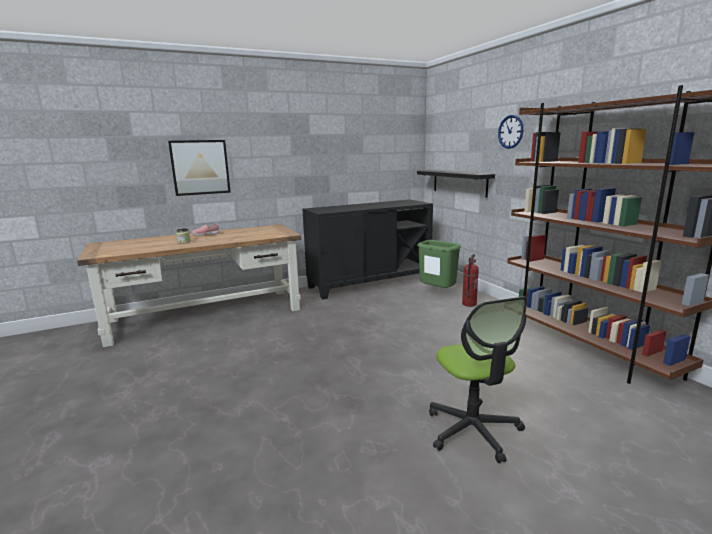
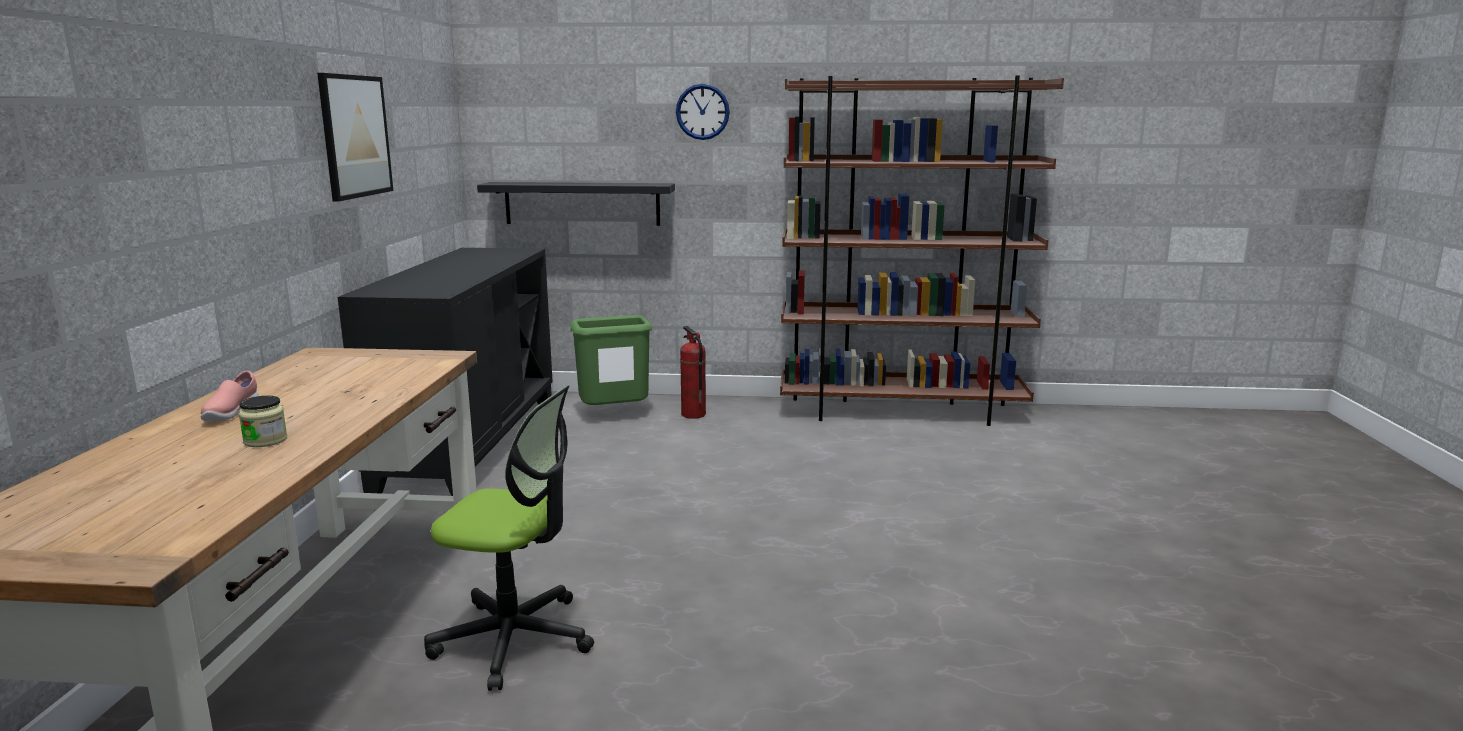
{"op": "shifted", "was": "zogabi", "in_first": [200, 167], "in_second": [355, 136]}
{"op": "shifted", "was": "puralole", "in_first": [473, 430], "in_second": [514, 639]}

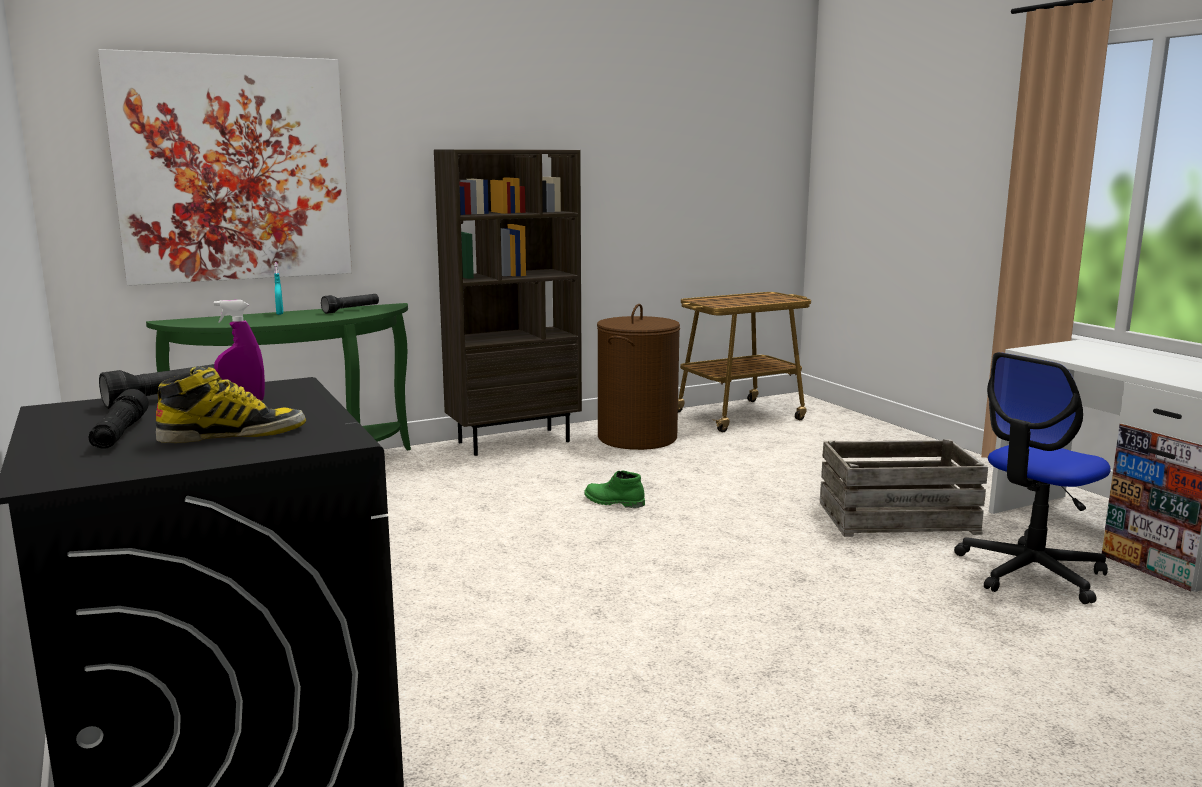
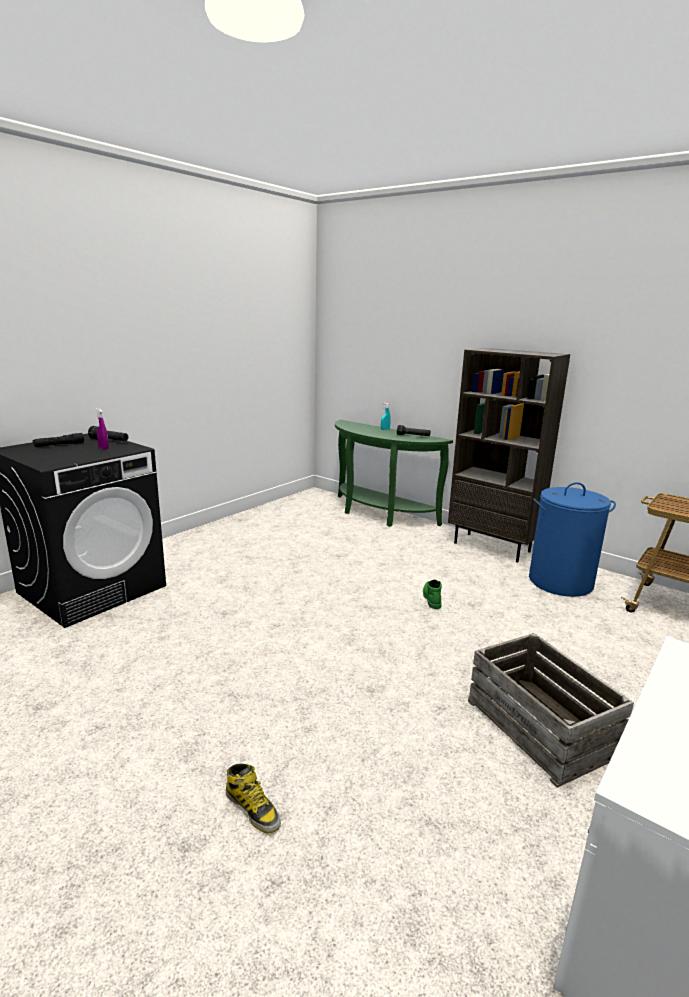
{"op": "gone", "was": "zogabi", "in_first": [233, 169]}
{"op": "gone", "was": "puralole", "in_first": [1030, 573]}
{"op": "shifted", "was": "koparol", "in_first": [233, 434], "in_second": [253, 808]}
{"op": "repainted", "was": "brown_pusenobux", "now": "blue_pusenobux", "in_first": [637, 438], "in_second": [560, 582]}

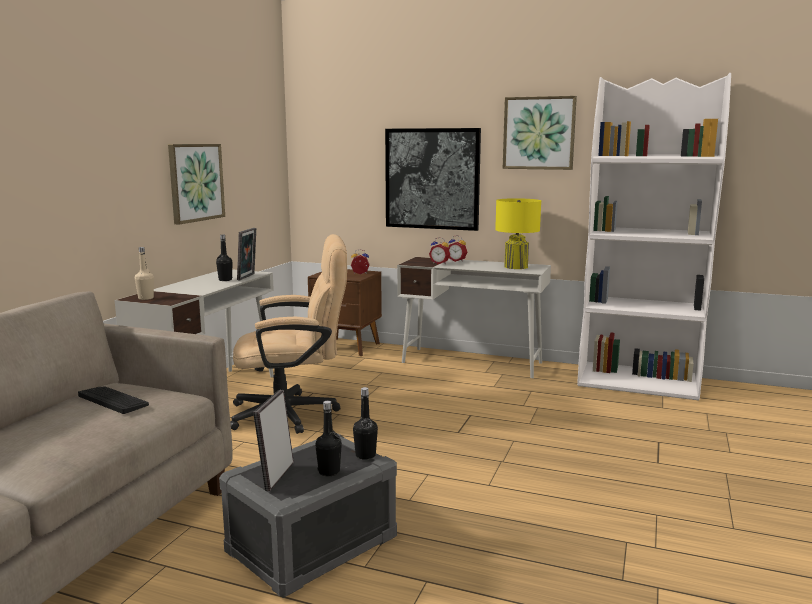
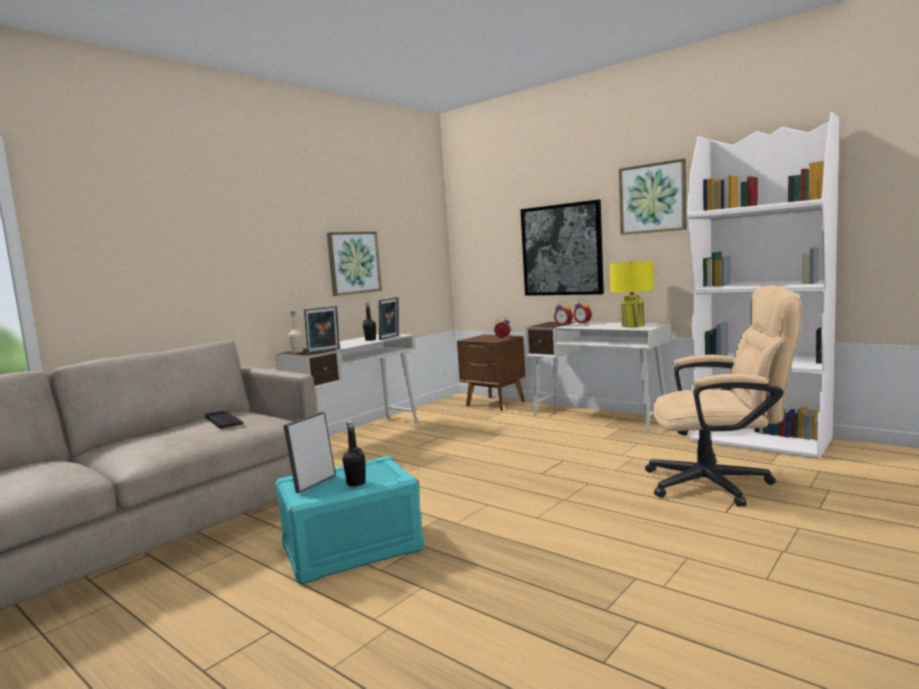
{"op": "gone", "was": "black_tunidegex", "in_first": [365, 455]}
{"op": "new", "now": "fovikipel", "in_second": [324, 351]}
{"op": "shifted", "was": "beige_puralole", "in_first": [294, 413], "in_second": [720, 484]}
{"op": "repainted", "was": "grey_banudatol", "now": "turquoise_banudatol", "in_first": [312, 545], "in_second": [352, 549]}

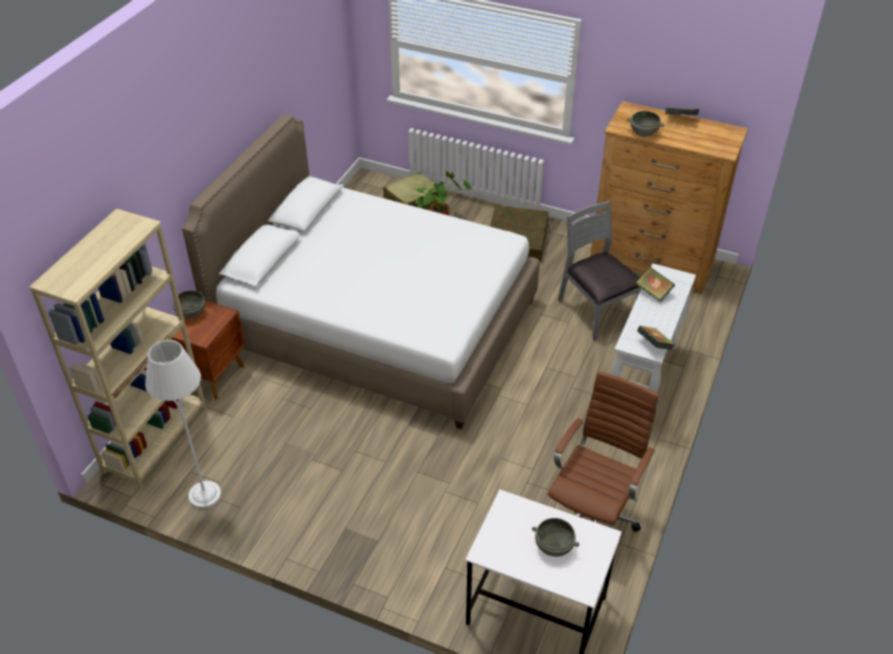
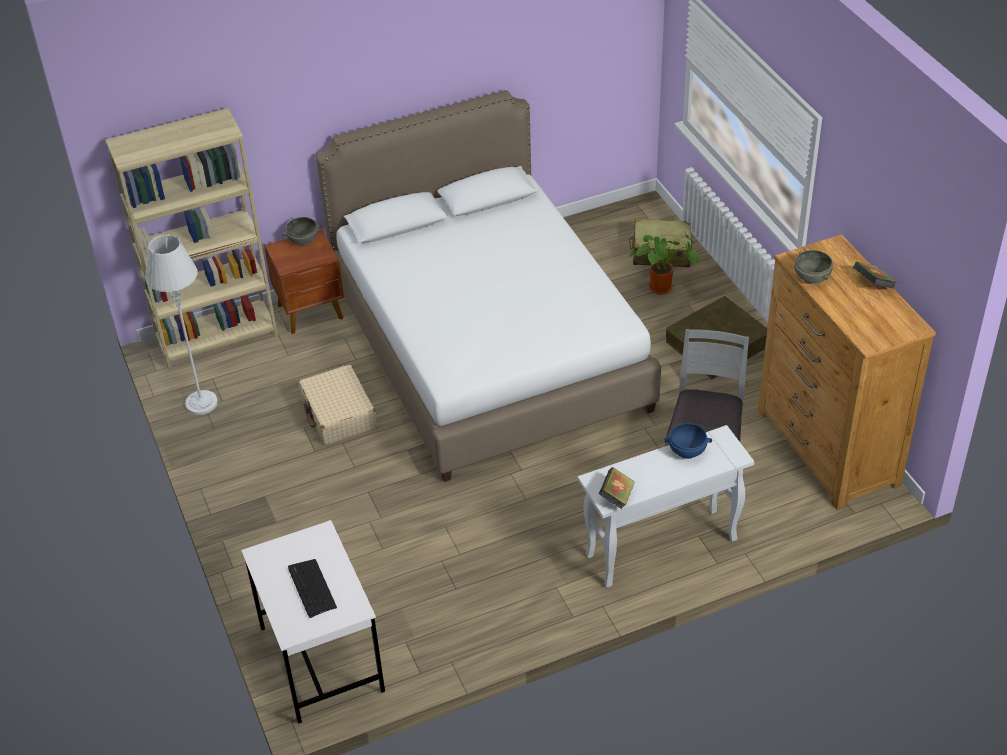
{"op": "gone", "was": "brown_puralole", "in_first": [592, 518]}
{"op": "new", "now": "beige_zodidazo", "in_second": [339, 414]}
{"op": "swapped", "was": "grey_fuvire", "now": "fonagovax", "in_first": [553, 546], "in_second": [311, 588]}
{"op": "swapped", "was": "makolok", "now": "blue_fuvire", "in_first": [653, 292], "in_second": [687, 451]}

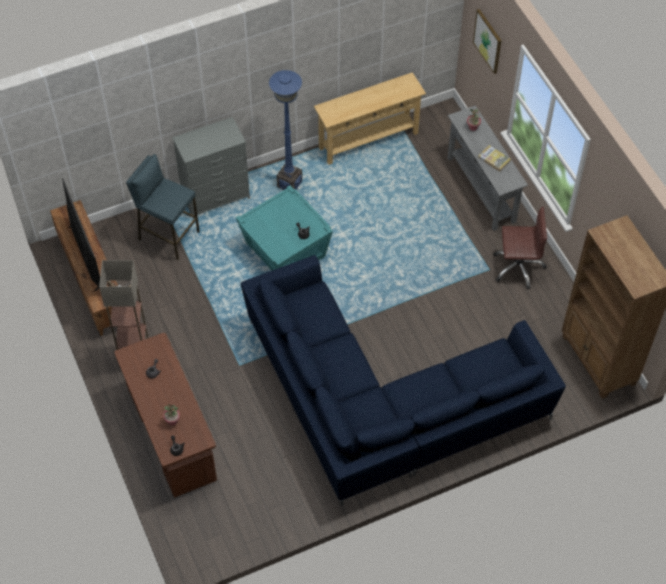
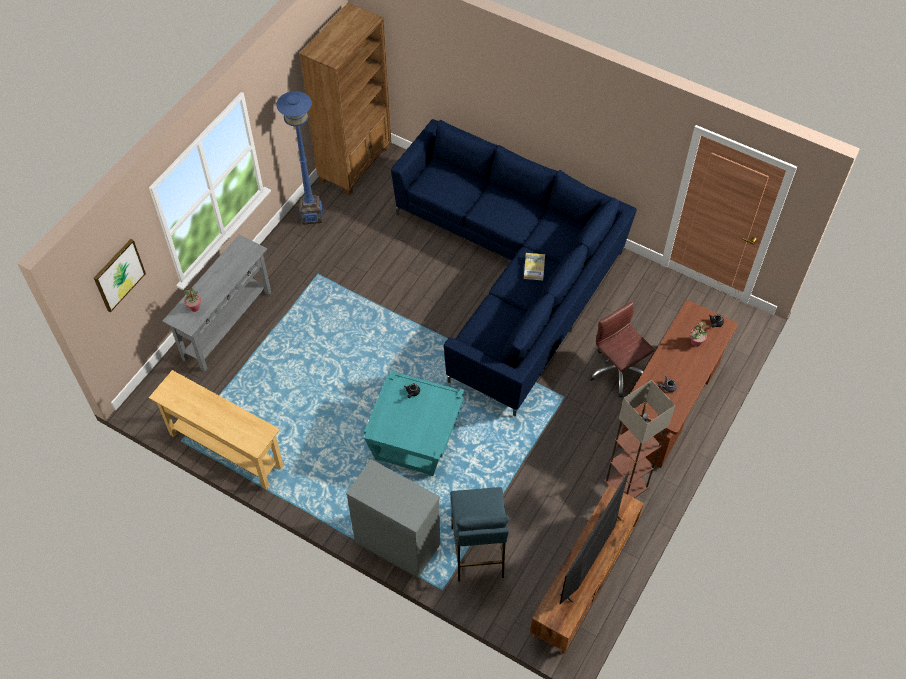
{"op": "shifted", "was": "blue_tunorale", "in_first": [289, 184], "in_second": [311, 216]}
{"op": "shifted", "was": "makolok", "in_first": [494, 159], "in_second": [534, 267]}
{"op": "shifted", "was": "brown_puralole", "in_first": [518, 267], "in_second": [617, 371]}

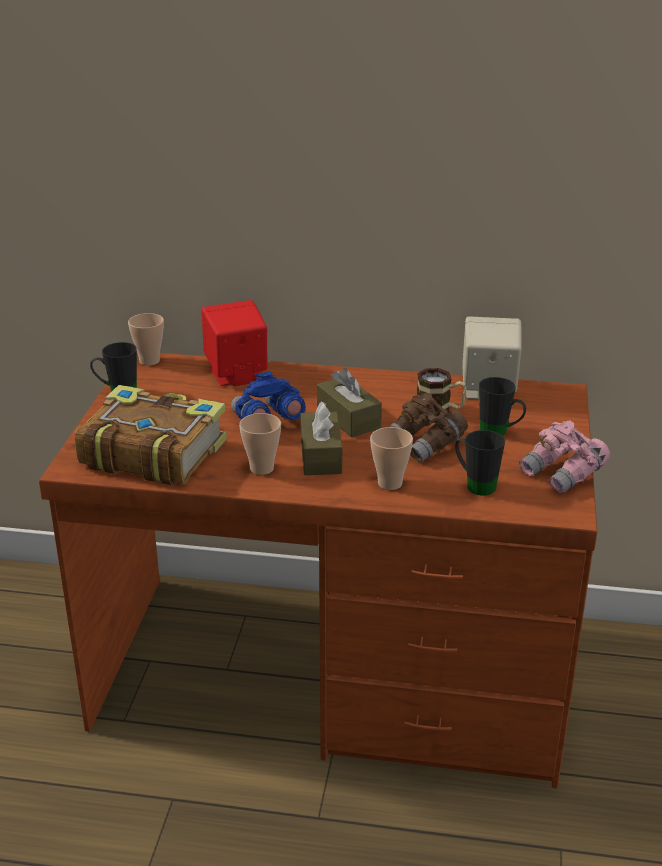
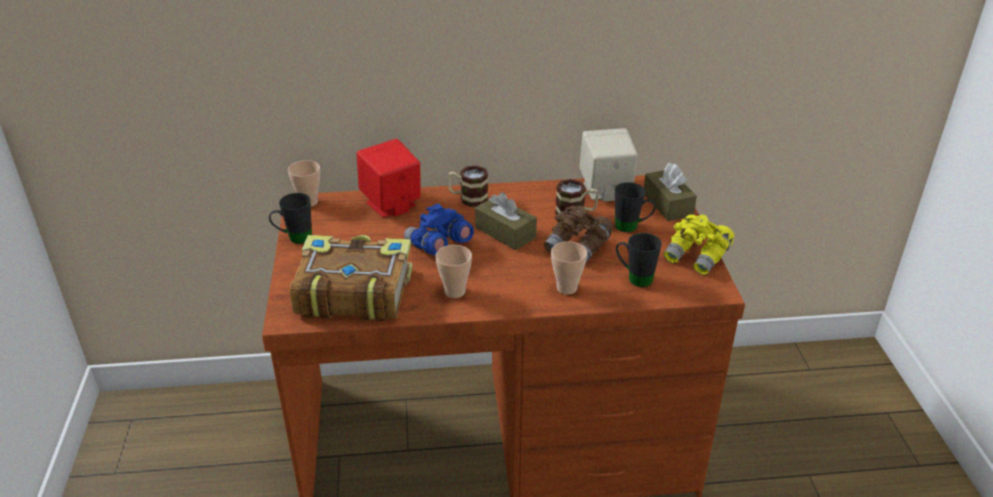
{"op": "new", "now": "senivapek", "in_second": [468, 198]}
{"op": "shifted", "was": "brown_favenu", "in_first": [321, 456], "in_second": [667, 204]}
{"op": "repainted", "was": "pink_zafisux", "now": "yellow_zafisux", "in_first": [563, 474], "in_second": [697, 257]}

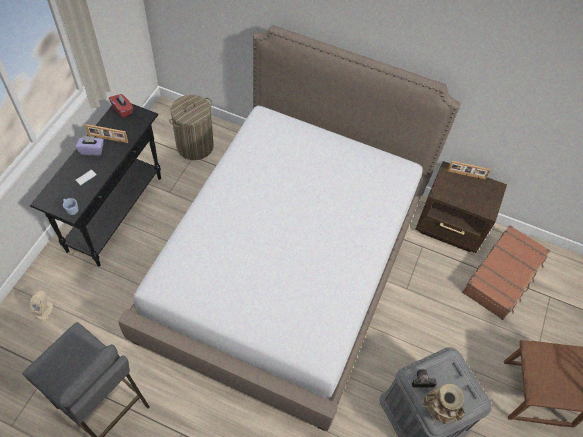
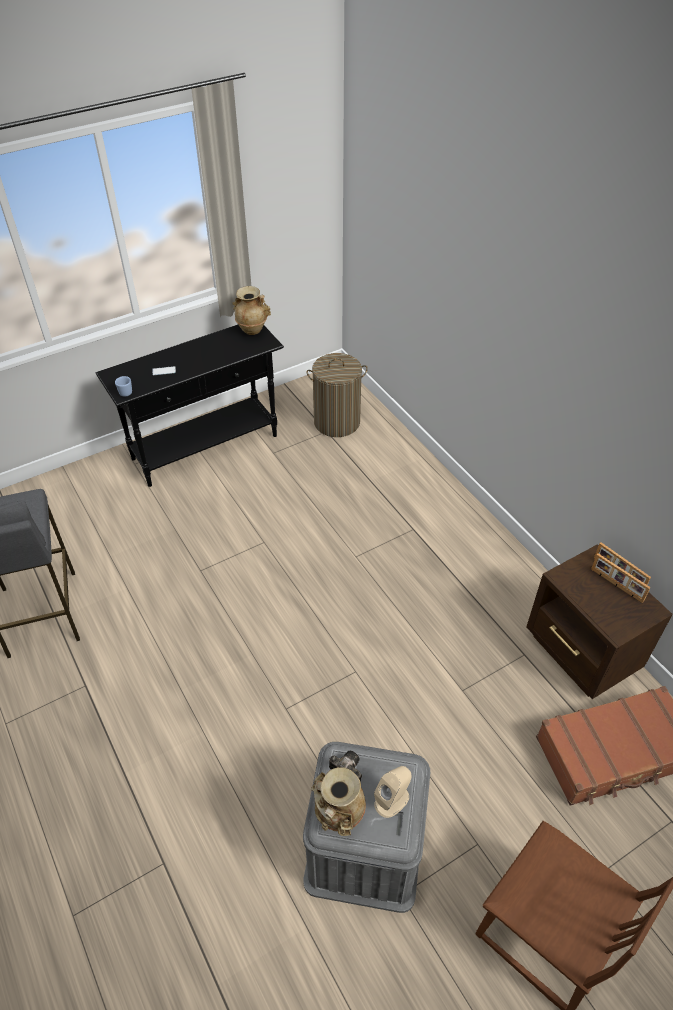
{"op": "gone", "was": "purple_favenu", "in_first": [92, 150]}
{"op": "gone", "was": "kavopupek", "in_first": [287, 264]}
{"op": "shifted", "was": "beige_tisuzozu", "in_first": [44, 310], "in_second": [392, 800]}
{"op": "shifted", "was": "fovikipel", "in_first": [108, 139], "in_second": [616, 585]}
{"op": "swapped", "was": "red_favenu", "now": "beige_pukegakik", "in_first": [123, 110], "in_second": [252, 329]}

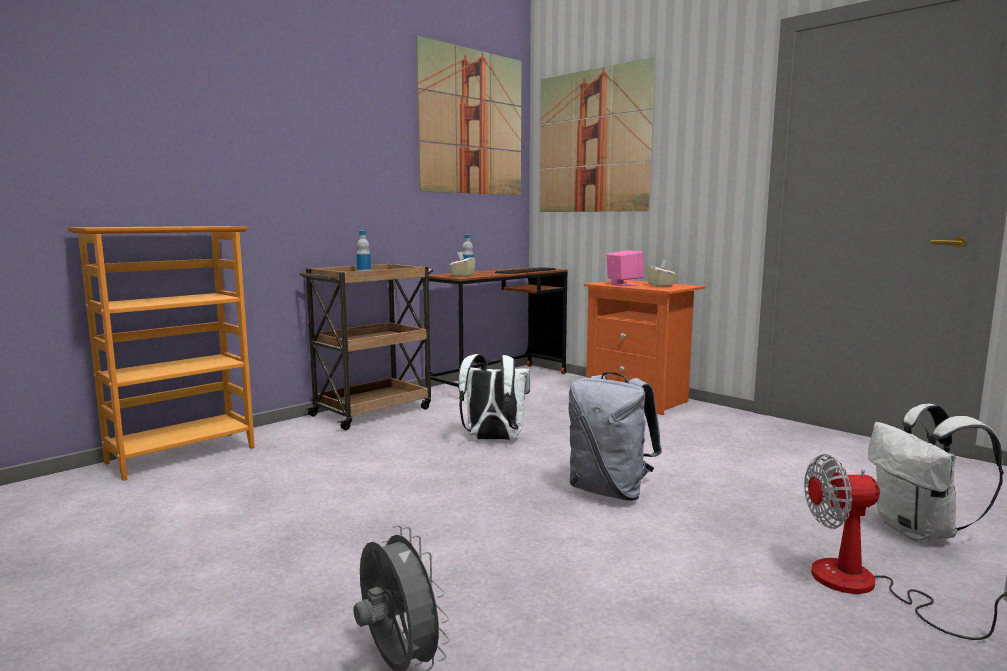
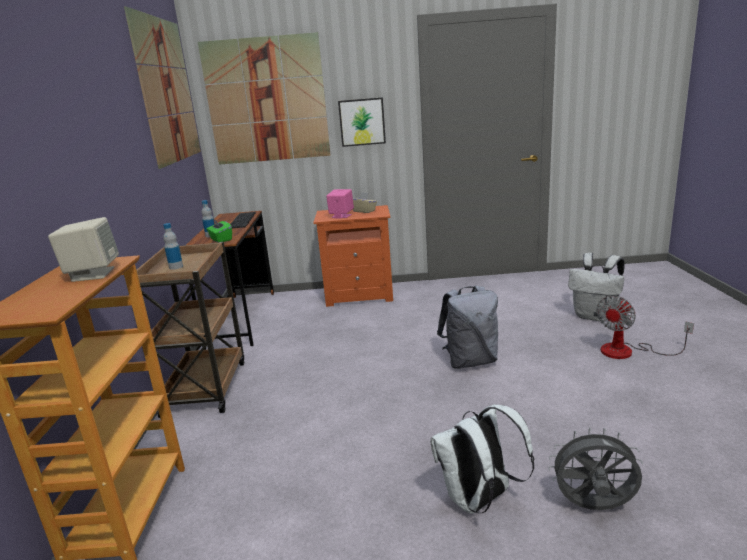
{"op": "new", "now": "beige_tisuzozu", "in_second": [92, 274]}
{"op": "new", "now": "zogabi", "in_second": [362, 122]}
{"op": "shifted", "was": "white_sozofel", "in_first": [492, 440], "in_second": [479, 501]}
{"op": "repainted", "was": "beige_favenu", "now": "green_favenu", "in_first": [462, 275], "in_second": [221, 239]}

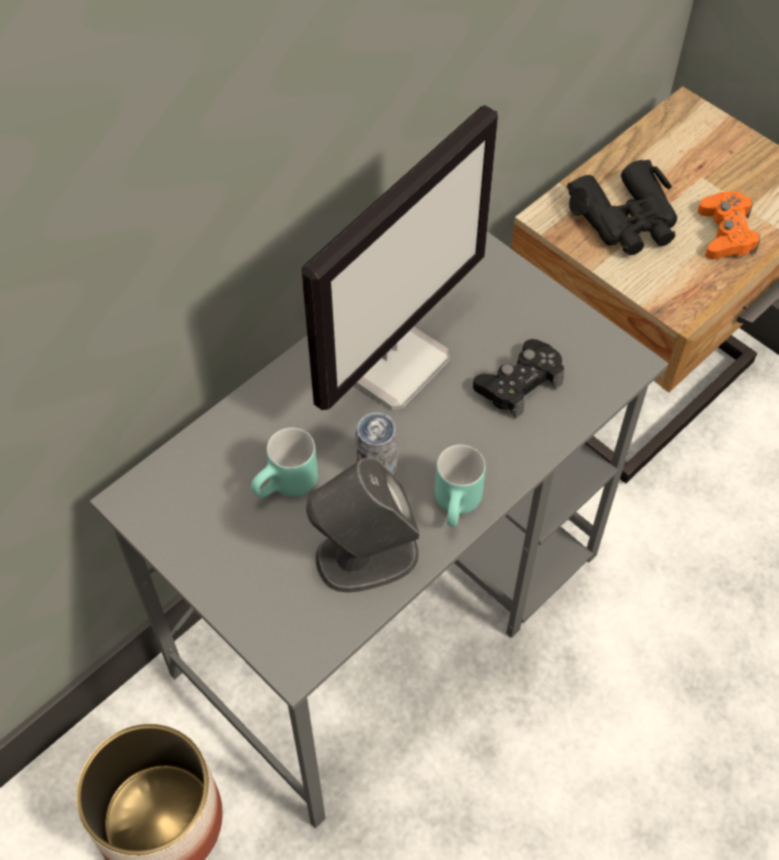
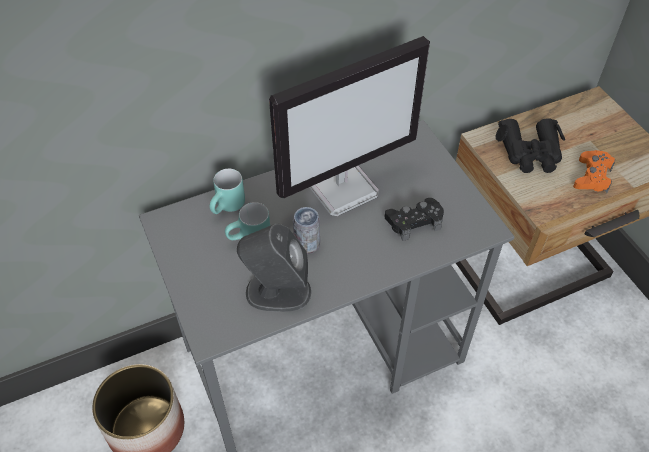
{"op": "shifted", "was": "turquoise_senivapek", "in_first": [459, 506], "in_second": [229, 208]}

